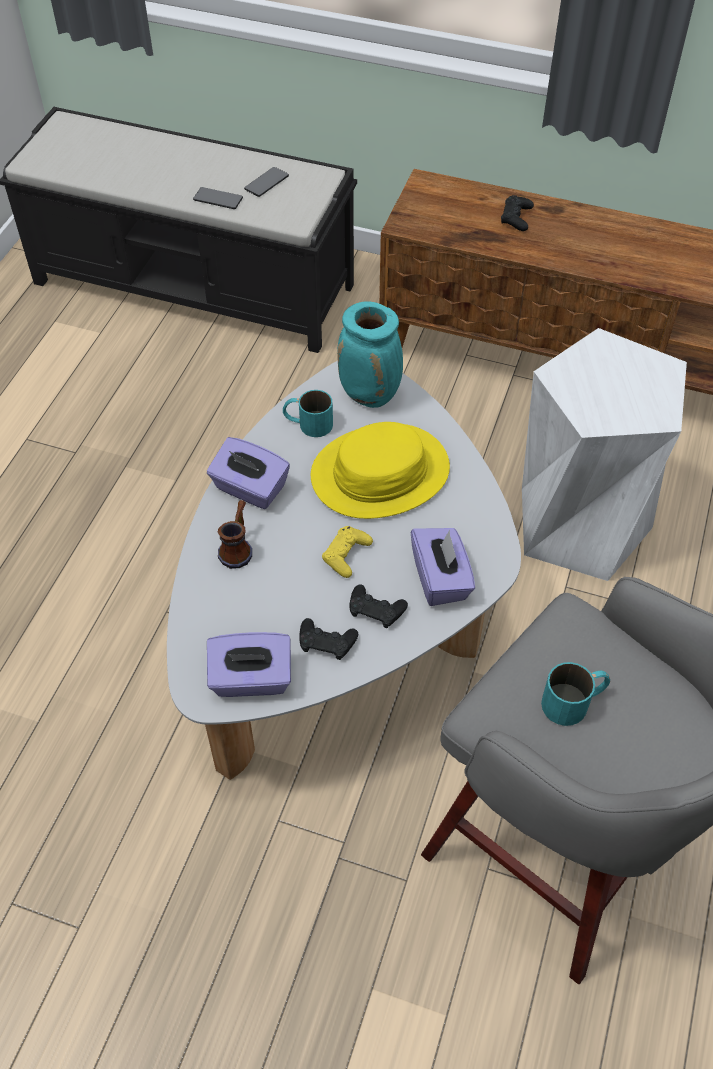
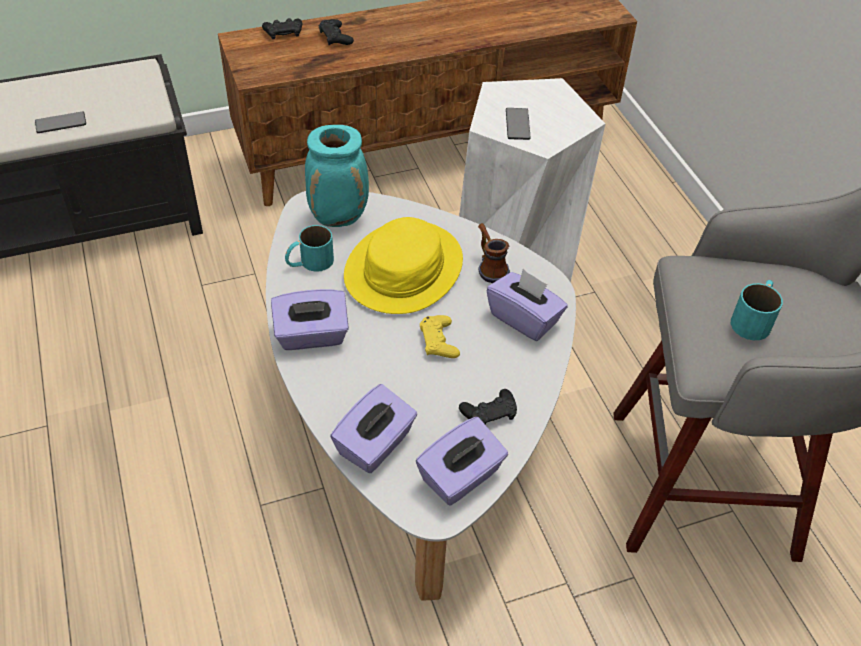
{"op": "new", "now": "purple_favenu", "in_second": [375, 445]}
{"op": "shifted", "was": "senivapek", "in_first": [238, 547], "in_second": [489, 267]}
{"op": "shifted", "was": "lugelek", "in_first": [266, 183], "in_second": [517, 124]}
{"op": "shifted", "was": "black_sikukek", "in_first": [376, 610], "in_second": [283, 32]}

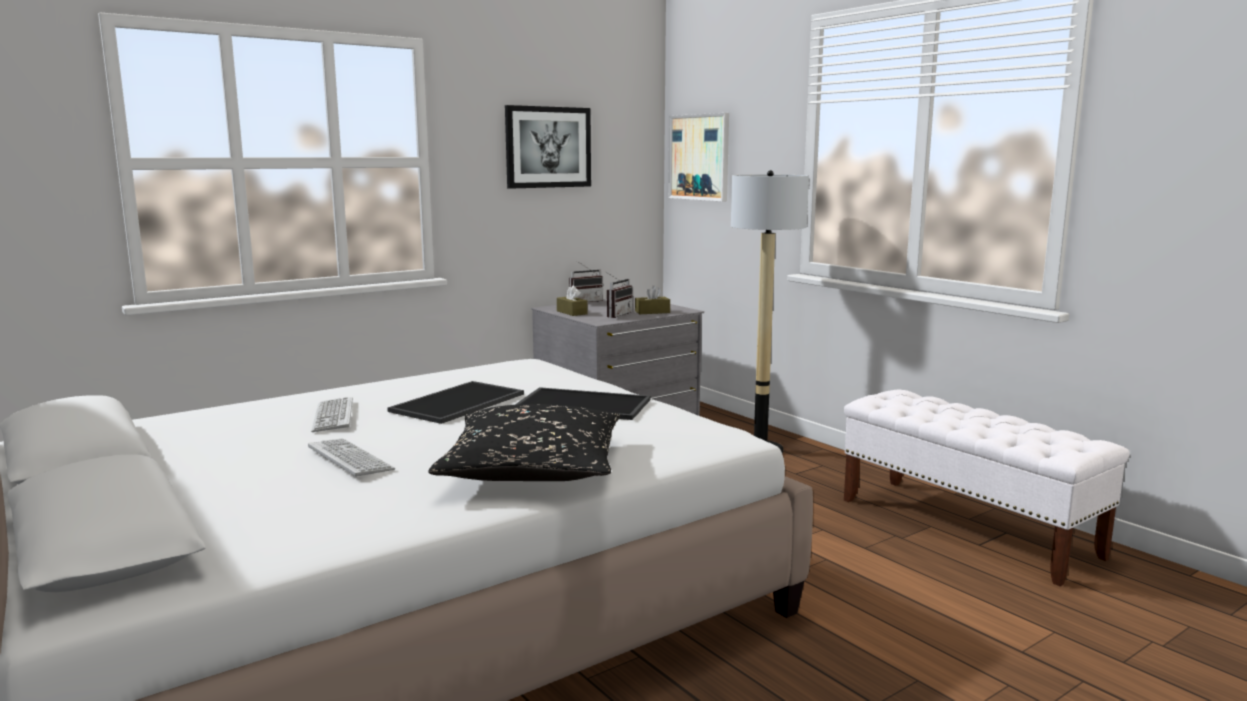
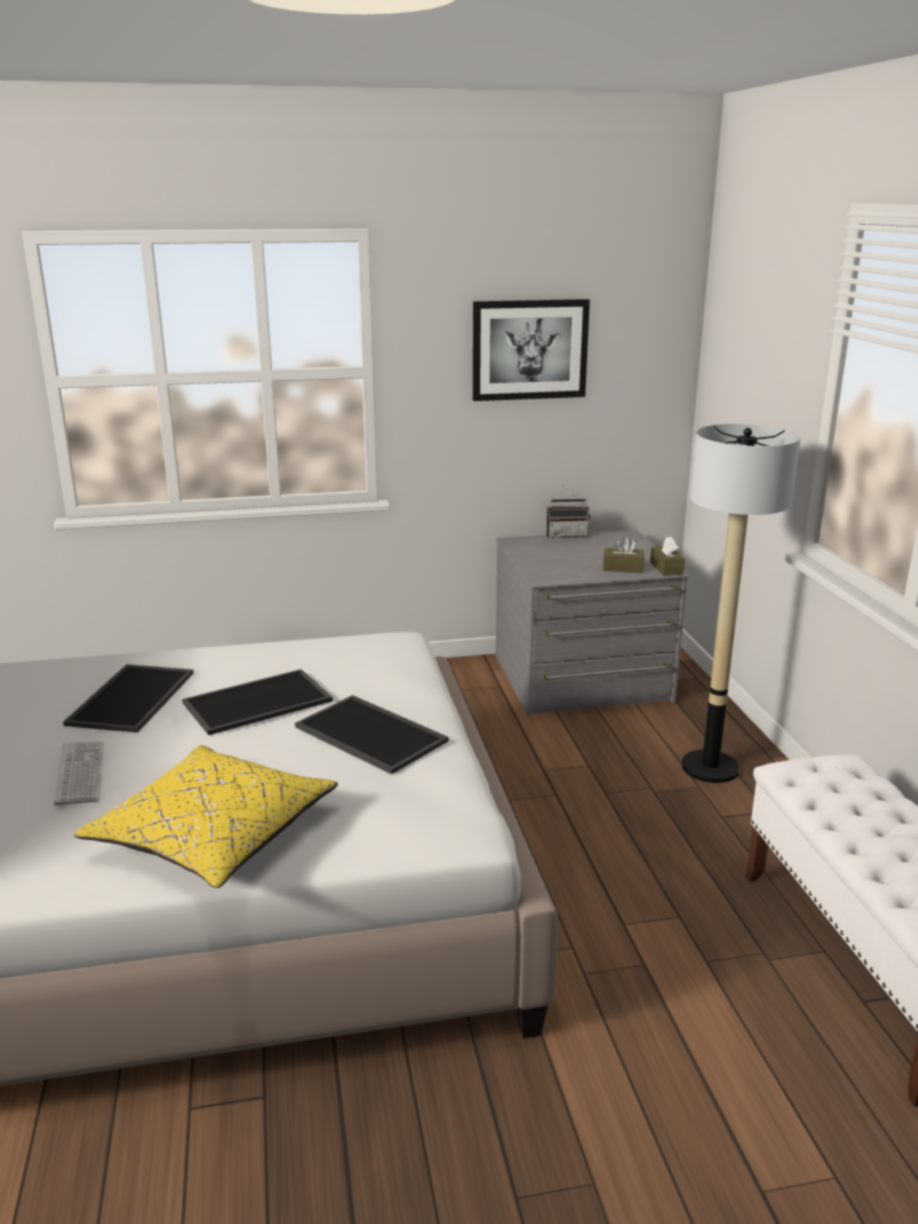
{"op": "gone", "was": "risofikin", "in_first": [616, 315]}
{"op": "gone", "was": "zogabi", "in_first": [699, 157]}
{"op": "shifted", "was": "brown_favenu", "in_first": [572, 312], "in_second": [666, 568]}
{"op": "swapped", "was": "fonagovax", "now": "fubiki", "in_first": [333, 416], "in_second": [133, 699]}
{"op": "repainted", "was": "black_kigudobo", "now": "yellow_kigudobo", "in_first": [532, 469], "in_second": [212, 835]}

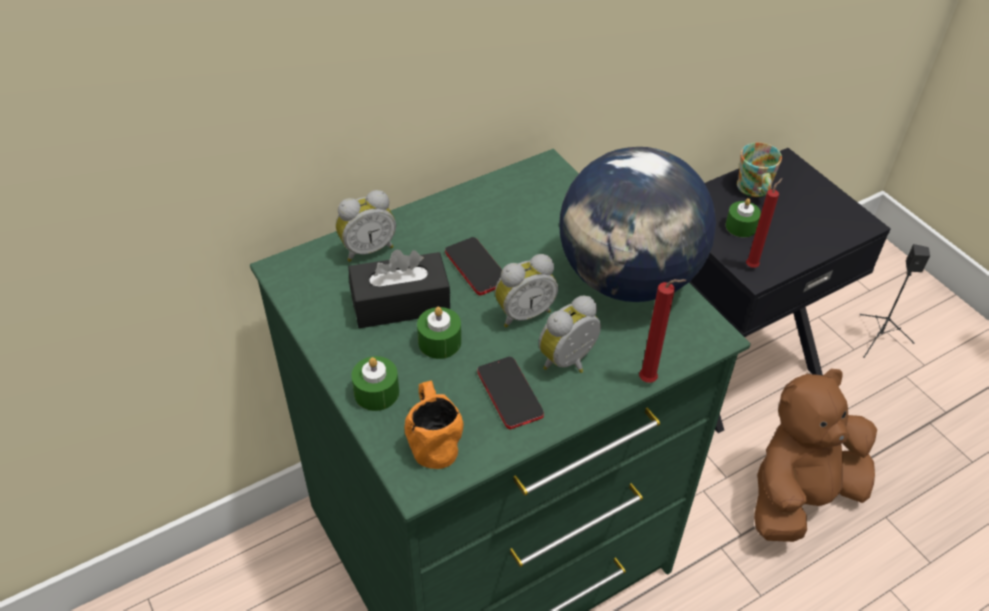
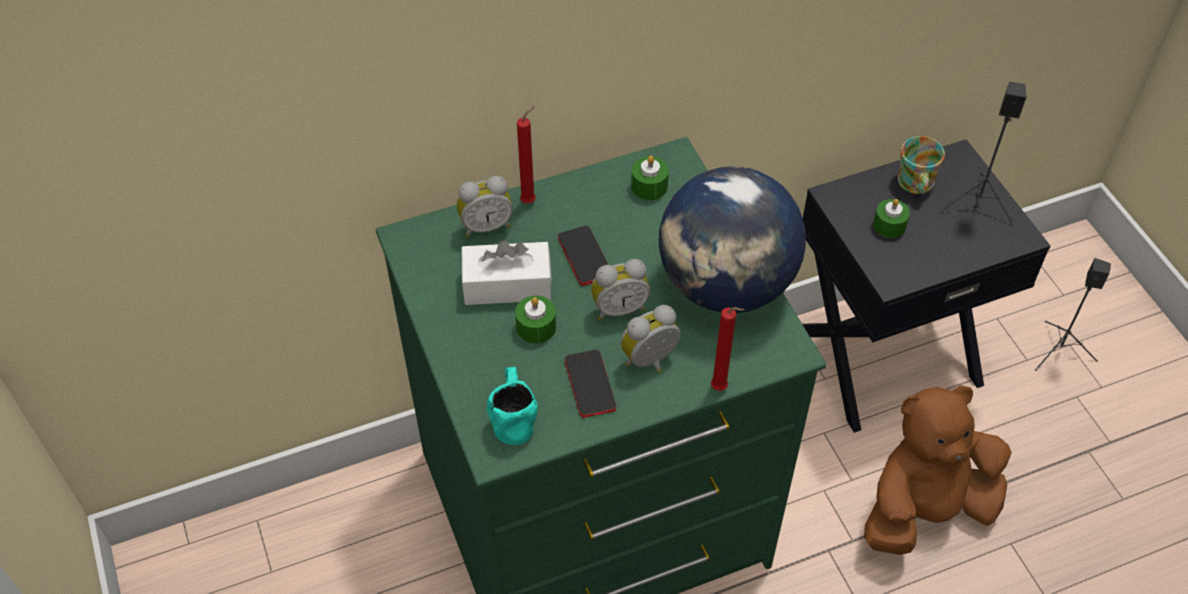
{"op": "new", "now": "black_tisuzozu", "in_second": [979, 203]}
{"op": "shifted", "was": "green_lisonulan", "in_first": [376, 392], "in_second": [649, 186]}
{"op": "shifted", "was": "red_lisonulan", "in_first": [753, 265], "in_second": [530, 200]}
{"op": "repainted", "was": "black_favenu", "now": "white_favenu", "in_first": [400, 303], "in_second": [507, 285]}
{"op": "repainted", "was": "orange_senivapek", "now": "turquoise_senivapek", "in_first": [432, 437], "in_second": [512, 416]}

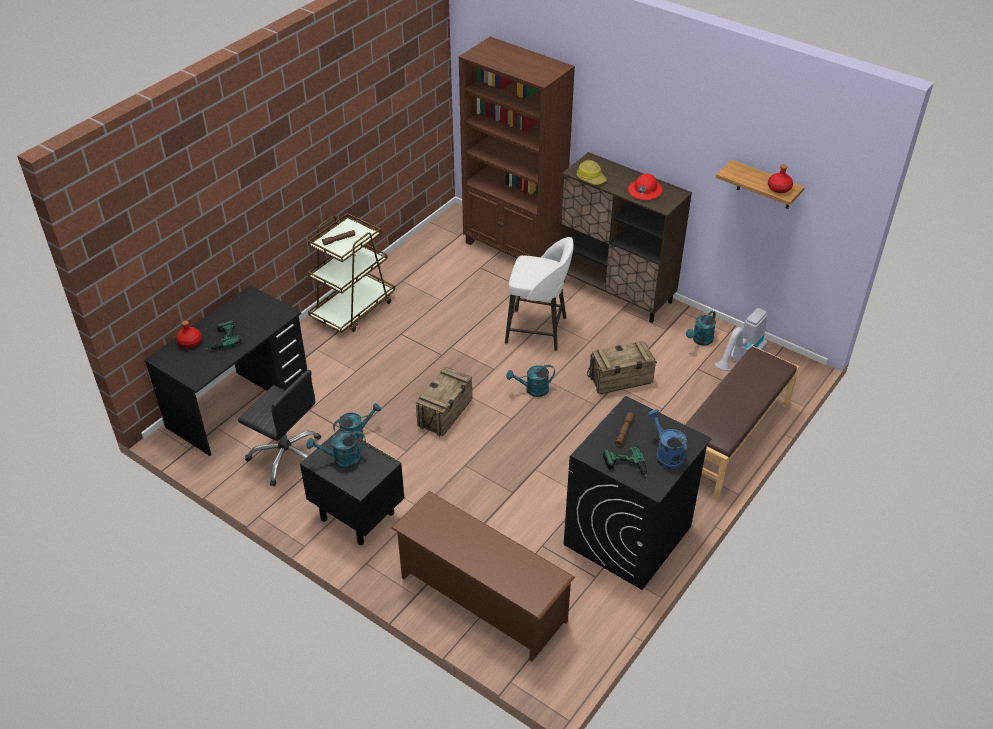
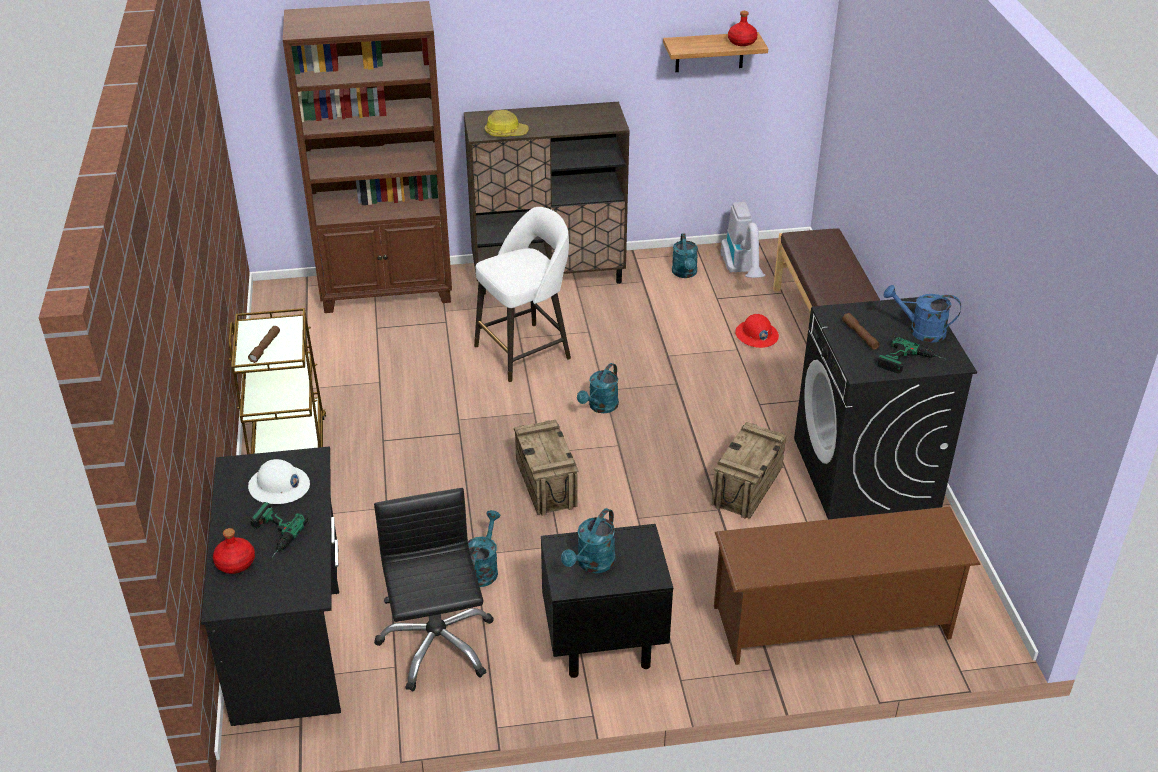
{"op": "new", "now": "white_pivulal", "in_second": [279, 487]}
{"op": "shifted", "was": "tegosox", "in_first": [620, 380], "in_second": [747, 487]}
{"op": "shifted", "was": "red_pivulal", "in_first": [644, 190], "in_second": [756, 335]}
{"op": "rotated", "was": "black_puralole", "in_first": [287, 456], "in_second": [437, 645], "clockwise": -90}

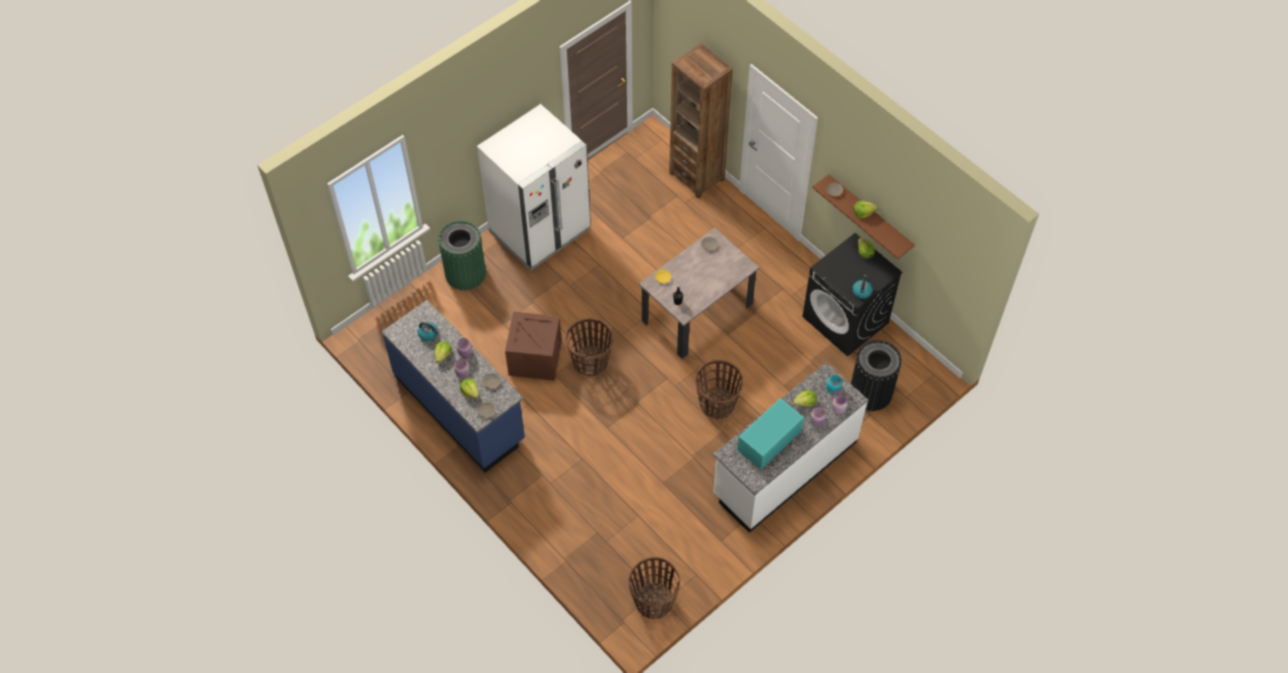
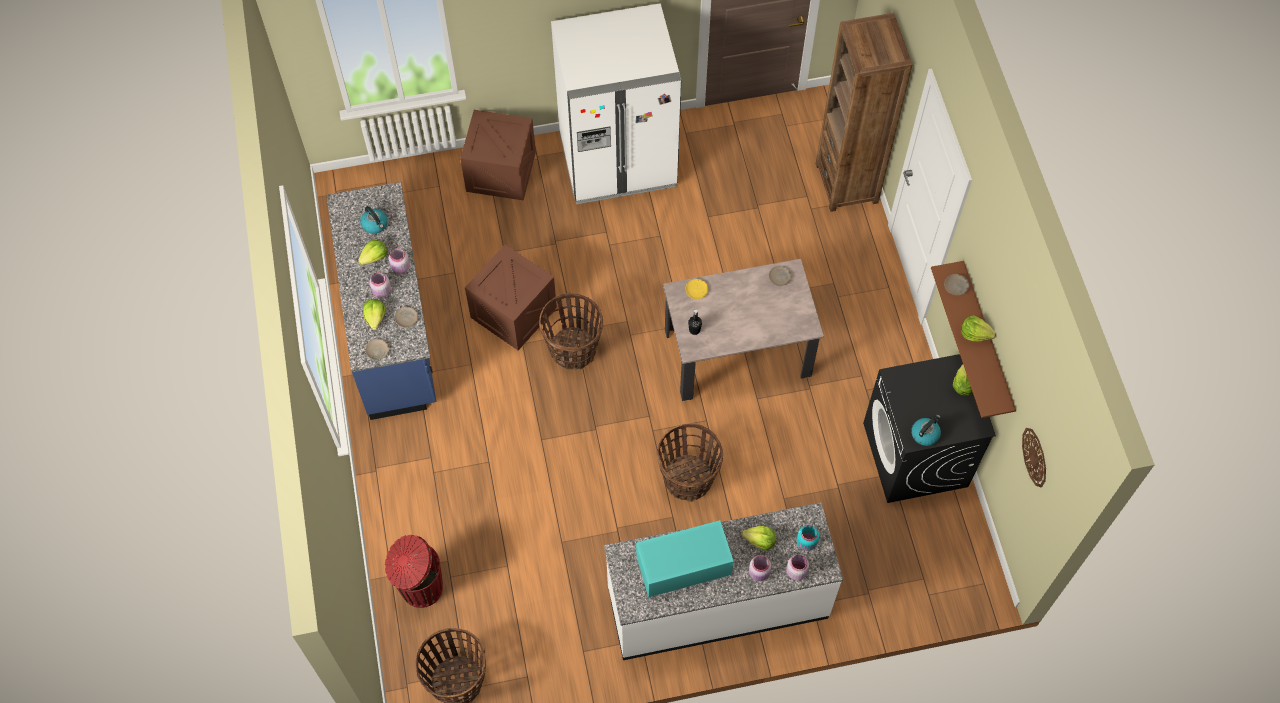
{"op": "gone", "was": "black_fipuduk", "in_first": [870, 392]}
{"op": "new", "now": "red_fipuduk", "in_second": [420, 588]}
{"op": "new", "now": "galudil", "in_second": [1035, 457]}
{"op": "swapped", "was": "green_fipuduk", "now": "tegosox", "in_first": [465, 273], "in_second": [501, 171]}

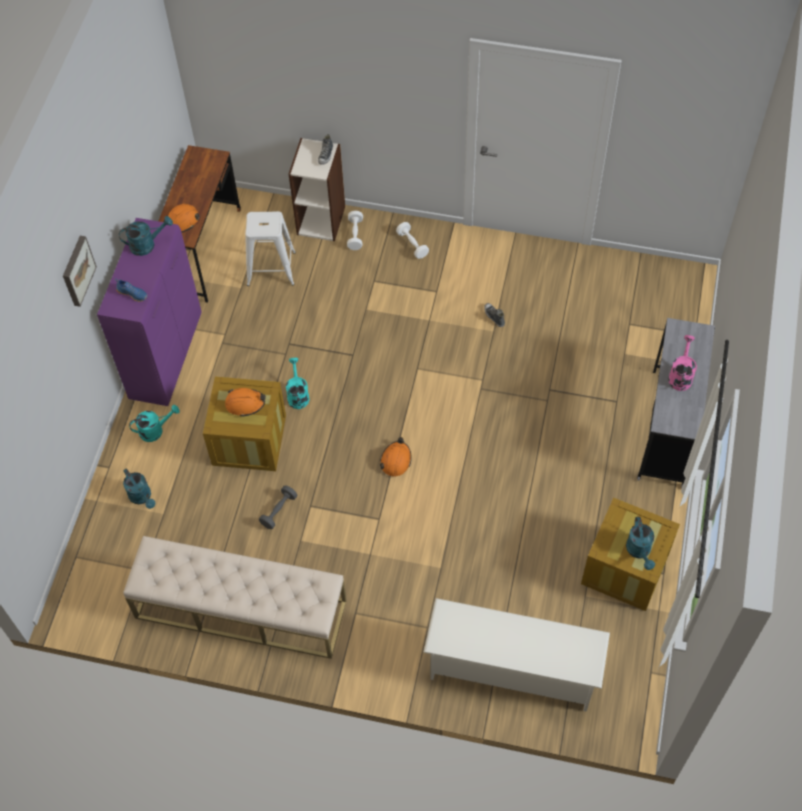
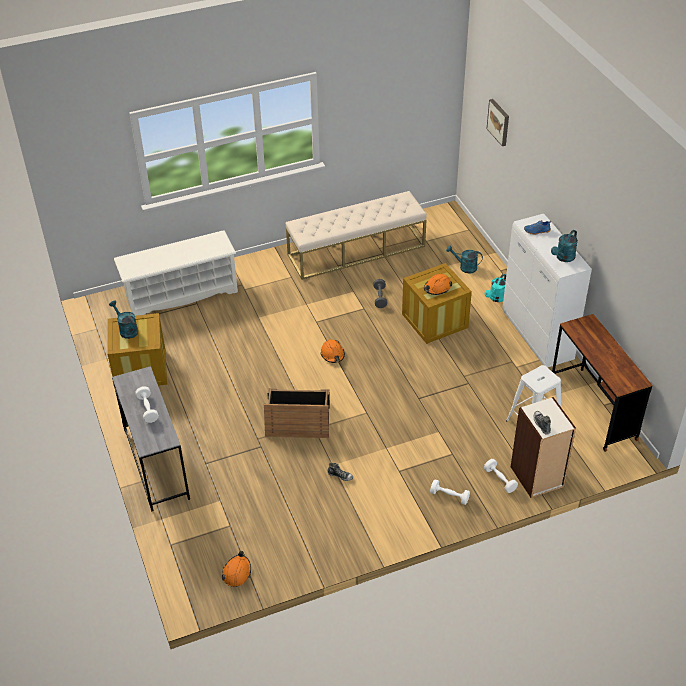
{"op": "gone", "was": "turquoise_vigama", "in_first": [297, 394]}
{"op": "new", "now": "tegosox", "in_second": [297, 420]}
{"op": "shifted", "was": "zogabi", "in_first": [77, 270], "in_second": [499, 122]}
{"op": "shifted", "was": "orange_pivulal", "in_first": [181, 222], "in_second": [237, 572]}
{"op": "swapped", "was": "pink_vigama", "now": "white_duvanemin", "in_first": [680, 375], "in_second": [147, 409]}
{"op": "repainted", "was": "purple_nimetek", "now": "white_nimetek", "in_first": [166, 356], "in_second": [537, 336]}

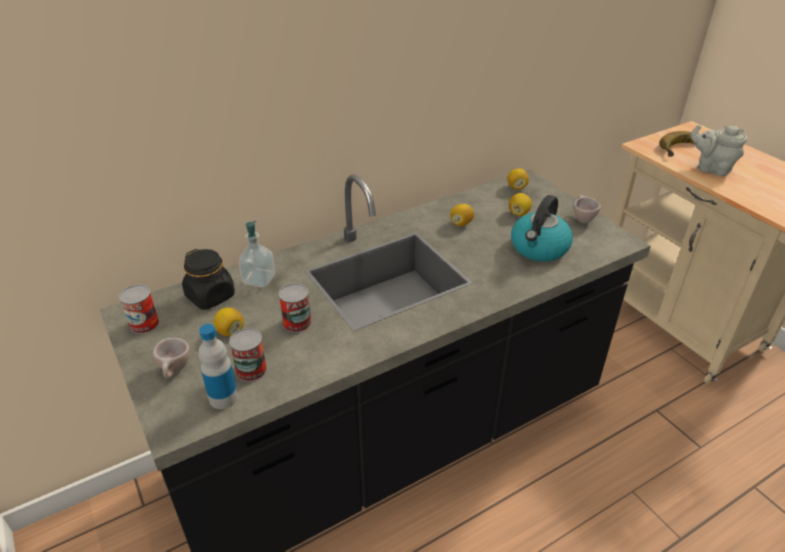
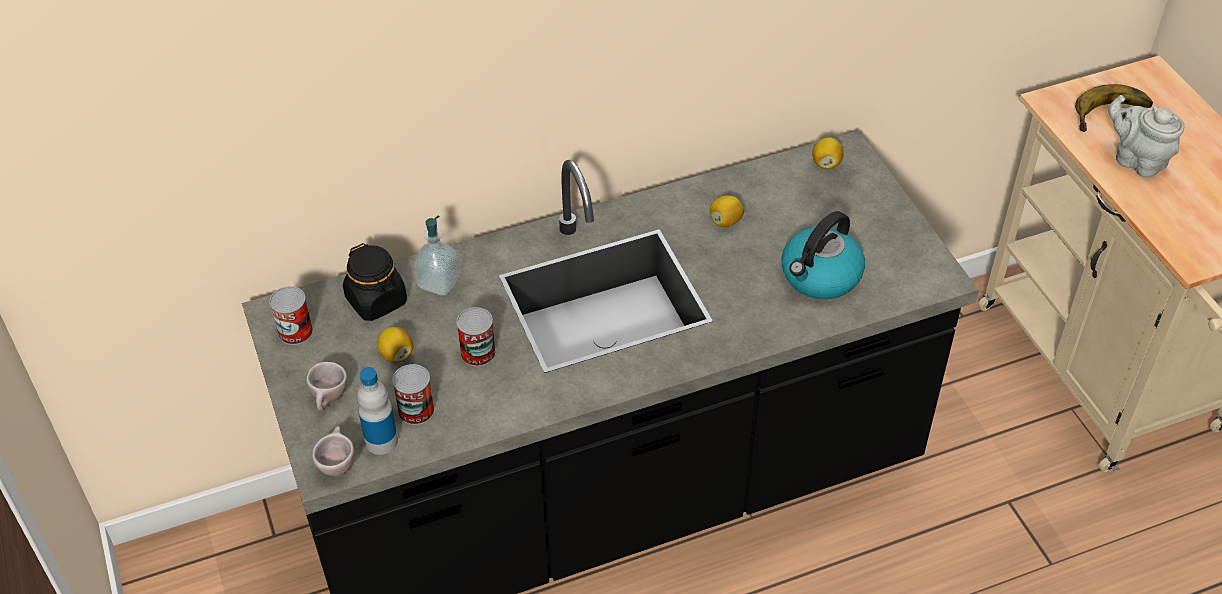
{"op": "gone", "was": "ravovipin", "in_first": [518, 213]}
{"op": "shifted", "was": "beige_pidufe", "in_first": [581, 219], "in_second": [337, 464]}

